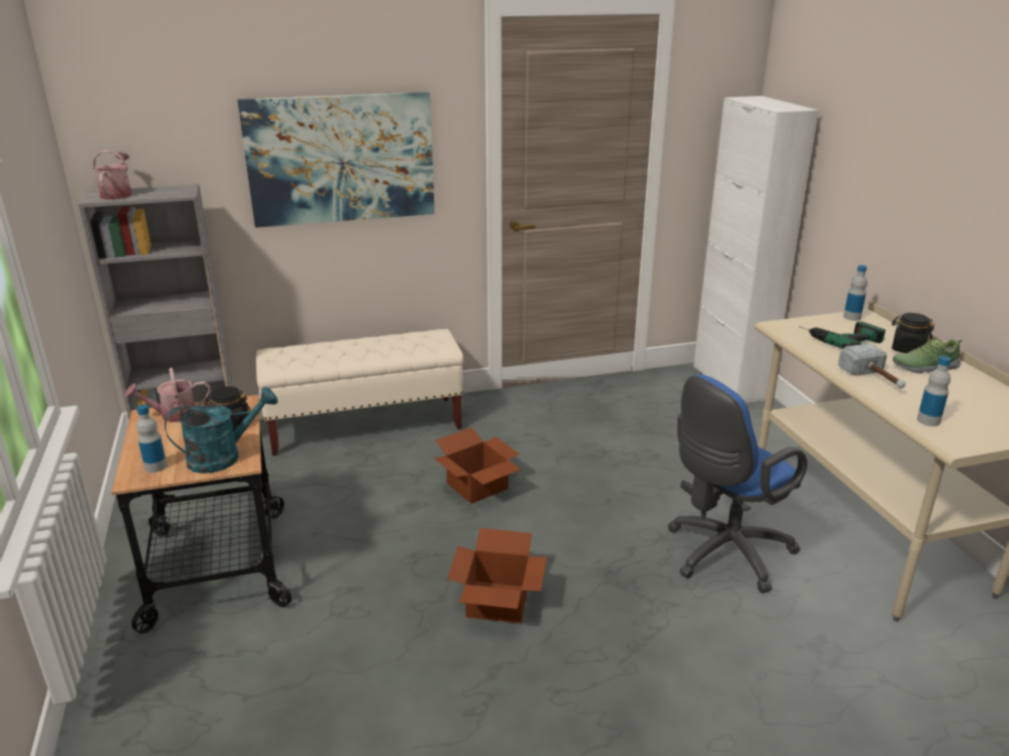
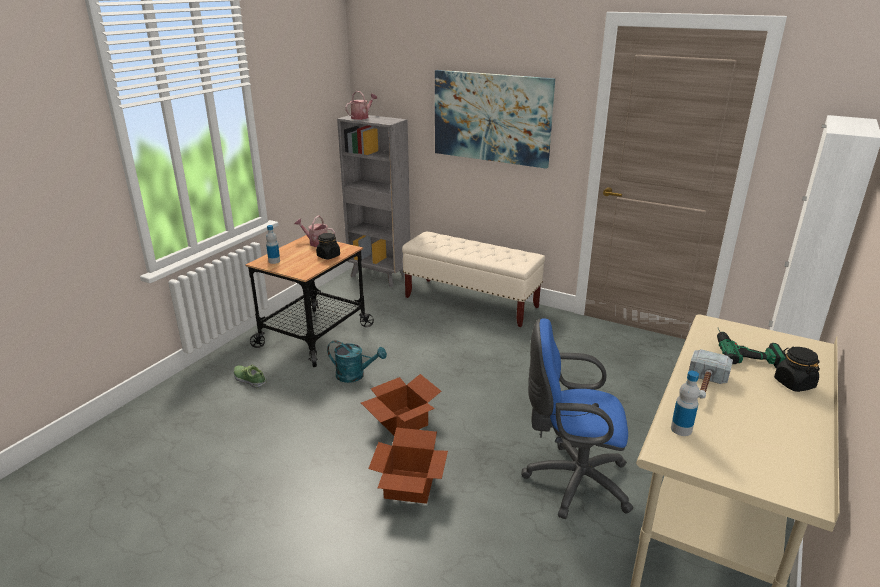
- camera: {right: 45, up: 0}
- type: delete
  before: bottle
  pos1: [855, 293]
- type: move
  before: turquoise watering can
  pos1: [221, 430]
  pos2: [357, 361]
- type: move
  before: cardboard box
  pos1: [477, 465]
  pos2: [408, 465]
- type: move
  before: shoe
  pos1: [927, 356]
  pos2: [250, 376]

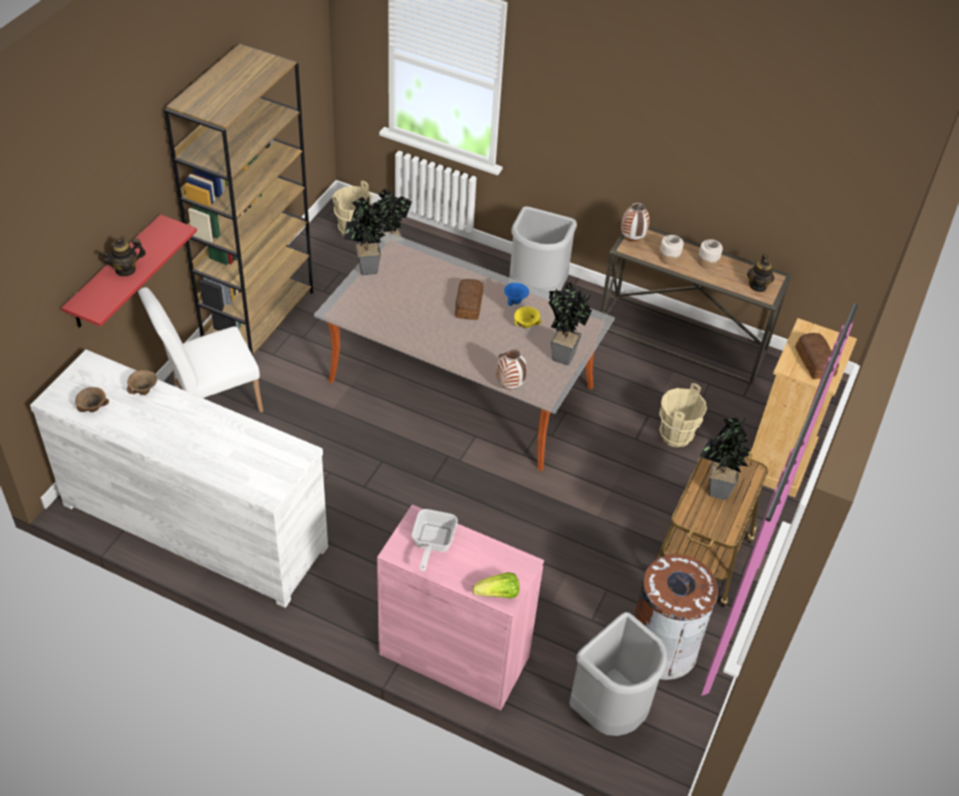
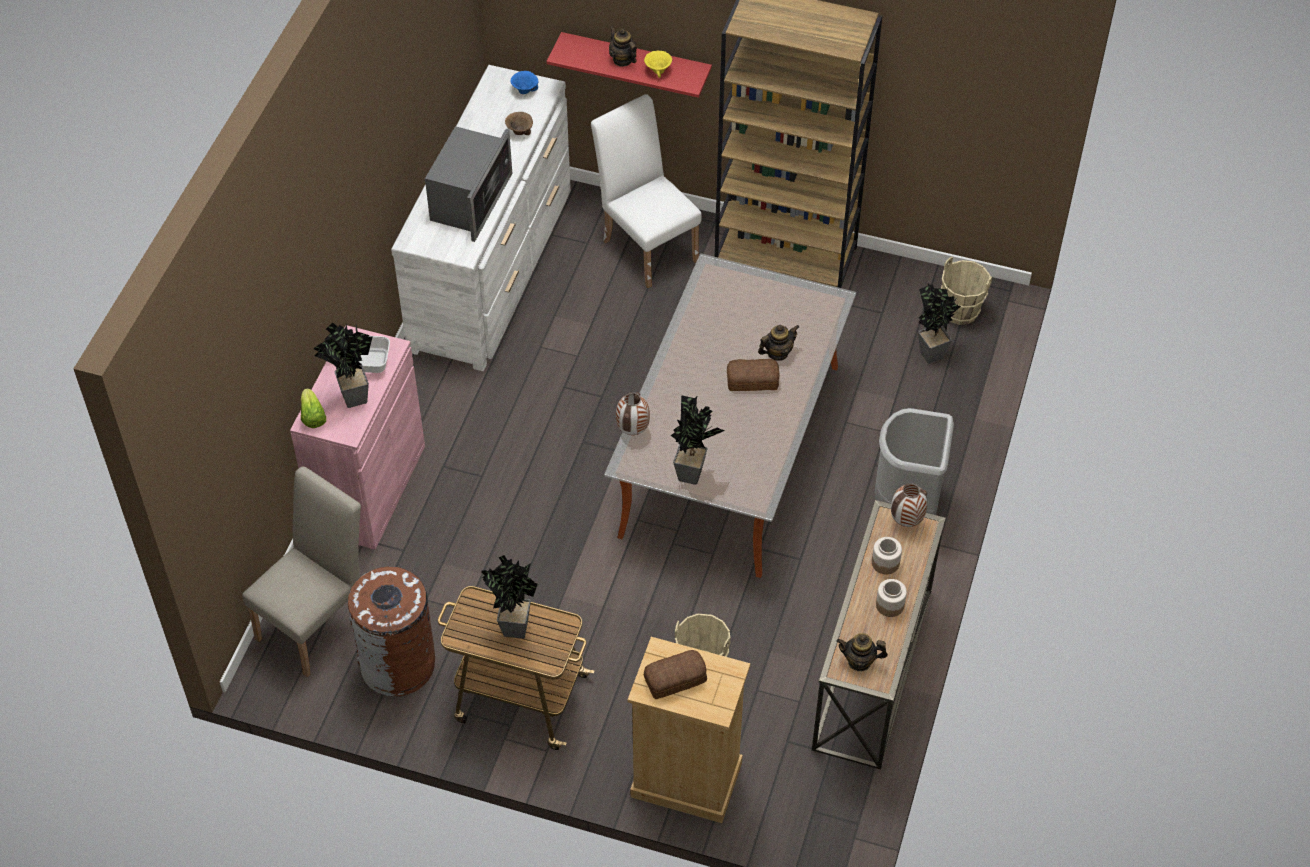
- camera: {right: 85, up: 5}
- type: delete
  before: brown bowl
  pos1: [92, 399]
- type: insert
  after: microwave
  pos2: [468, 184]
- type: insert
  after: teapot
  pos2: [778, 343]
- type: move
  before: potted plant
  pos1: [364, 236]
  pos2: [343, 365]
- type: move
  before: blue bowl
  pos1: [516, 294]
  pos2: [524, 82]
- type: move
  before: yellow bowl
  pos1: [527, 317]
  pos2: [658, 64]
- type: replace
  before: grey trash can
  after: beige chair
  pos1: [618, 674]
  pos2: [301, 572]

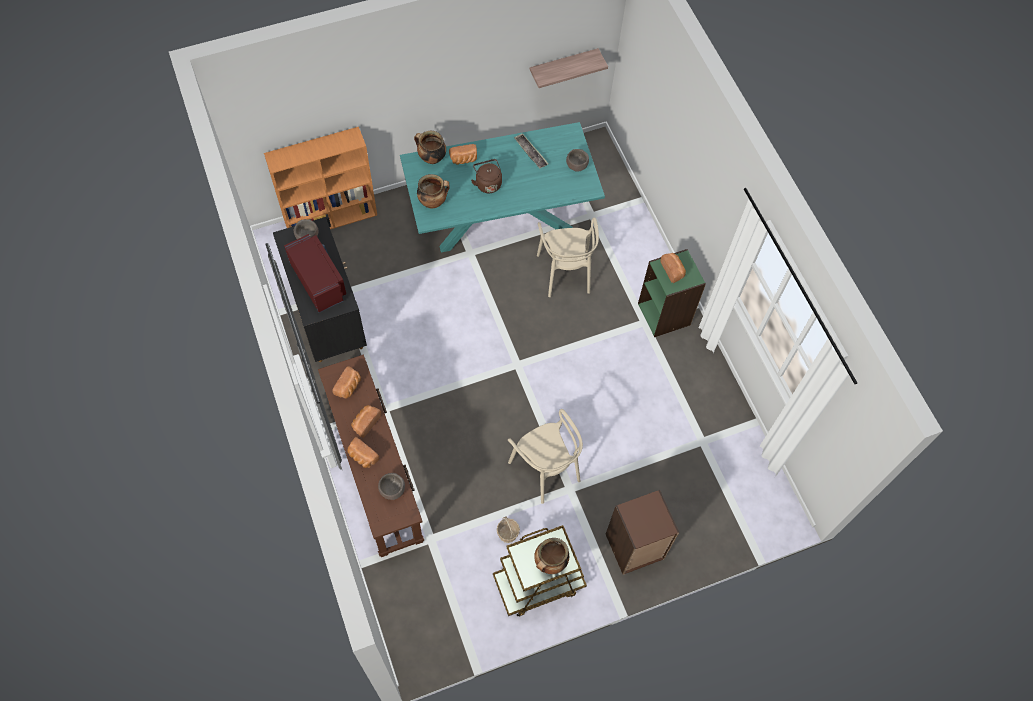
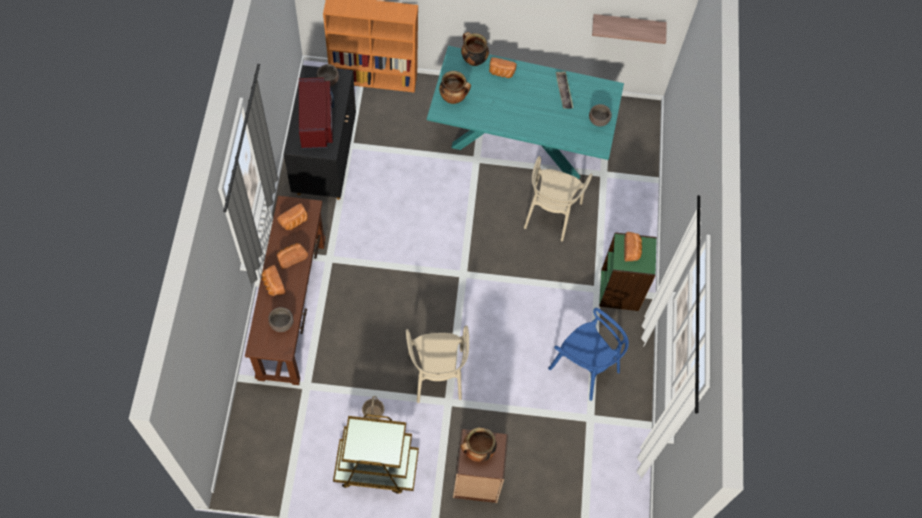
- camera: {right: 25, up: 0}
- type: delete
  before: brown kettle
  pos1: [486, 176]
- type: insert
  after: blue chair
  pos2: [588, 354]
- type: move
  before: cooking pot
  pos1: [551, 556]
  pos2: [479, 444]

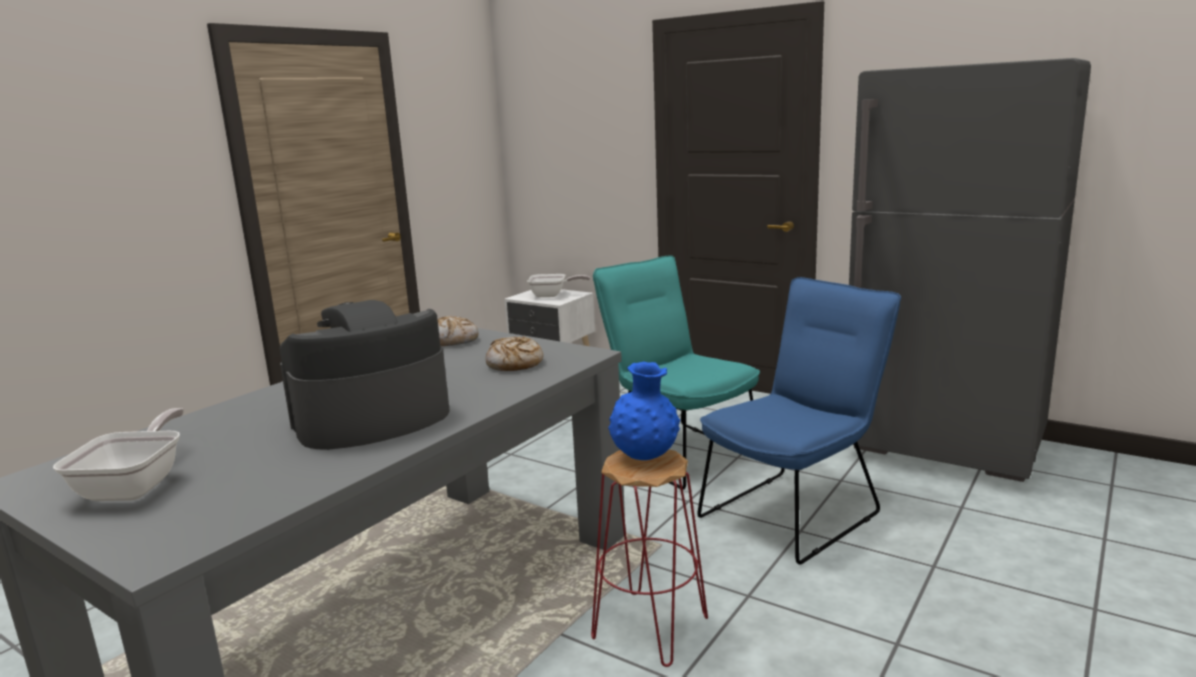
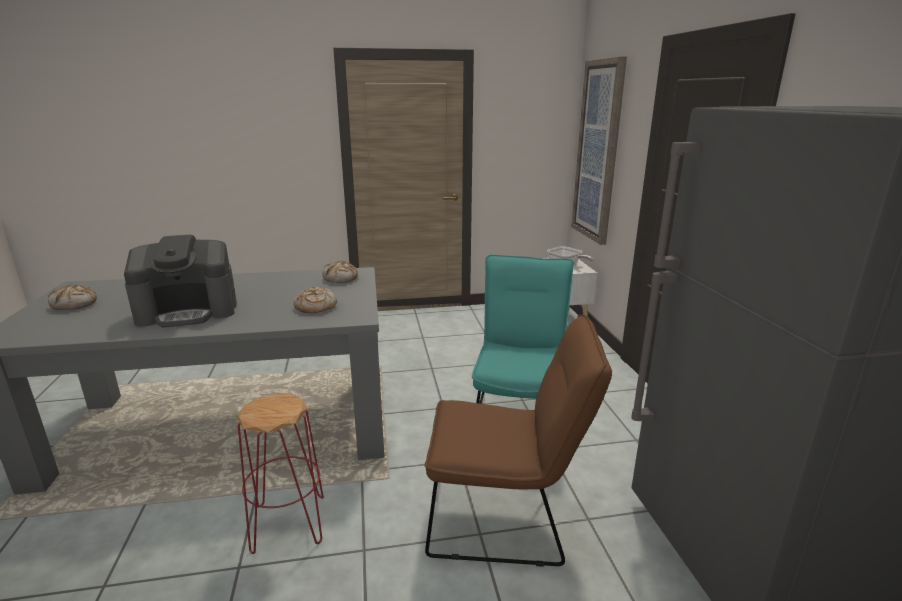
- camera: {right: 45, up: 5}
- type: delete
  before: blue vase
  pos1: [644, 411]
- type: insert
  after: picture
  pos2: [599, 150]
- type: replace
  before: frying pan
  after: bread
  pos1: [118, 454]
  pos2: [72, 297]
- type: recolor
  before: blue chair
  after: brown chair
  pos1: [799, 421]
  pos2: [518, 440]
- type: rotate
  before: coffee machine
  pos1: [365, 375]
  pos2: [180, 281]
  turn: 150

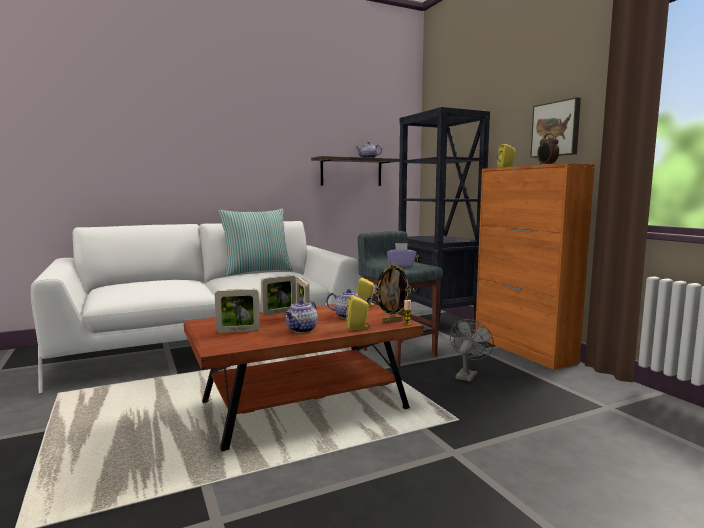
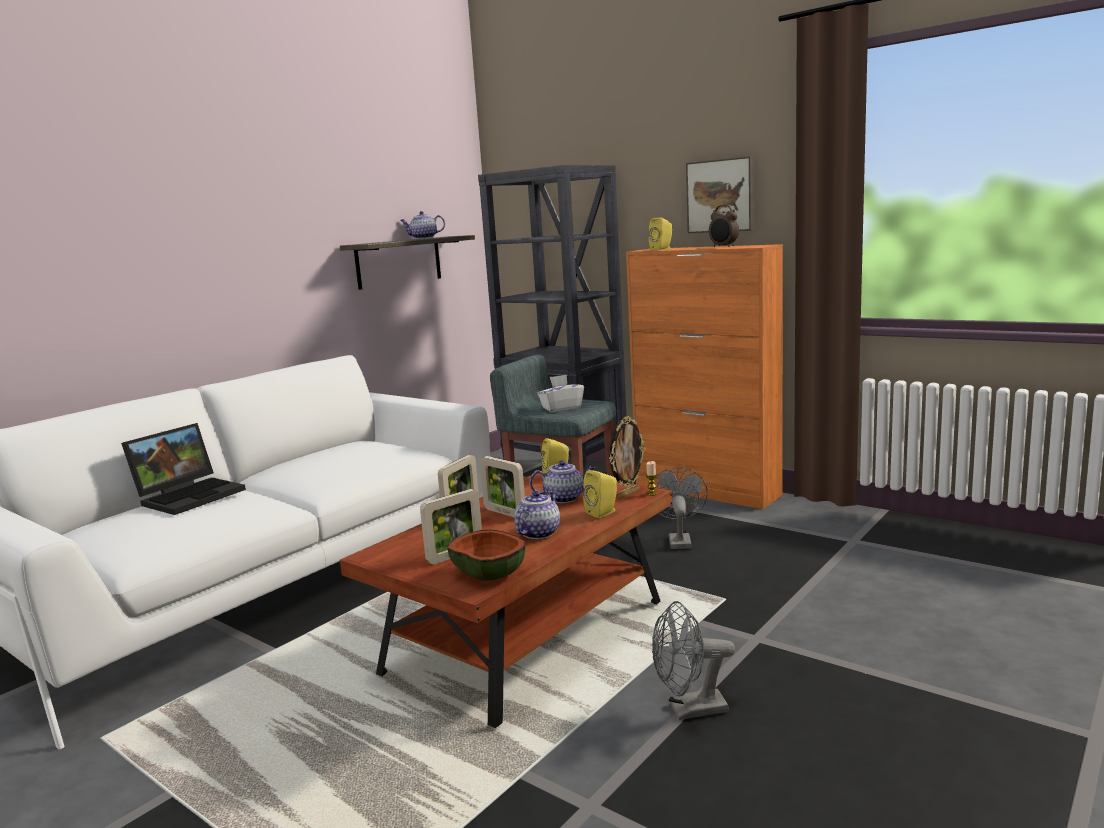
- camera: {right: -25, up: 5}
- type: delete
  before: pillow
  pos1: [256, 242]
- type: insert
  after: laptop
  pos2: [183, 469]
- type: insert
  after: bowl
  pos2: [486, 555]
- type: insert
  after: grey fan
  pos2: [693, 660]
- type: recolor
  before: purple tissue box
  after: white tissue box
  pos1: [401, 255]
  pos2: [561, 393]
- type: rotate
  before: teapot
  pos1: [302, 316]
  pos2: [537, 515]
  turn: -150

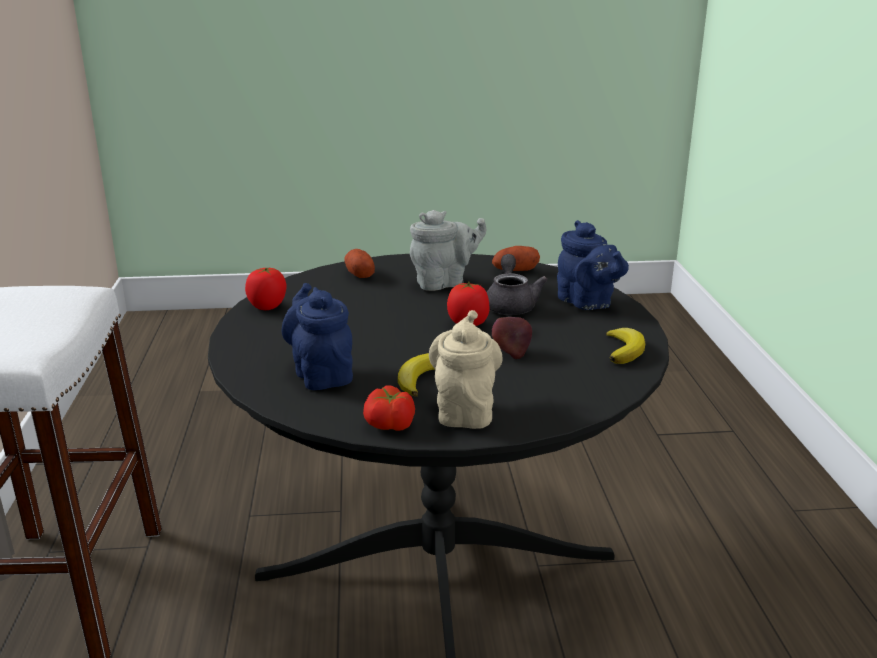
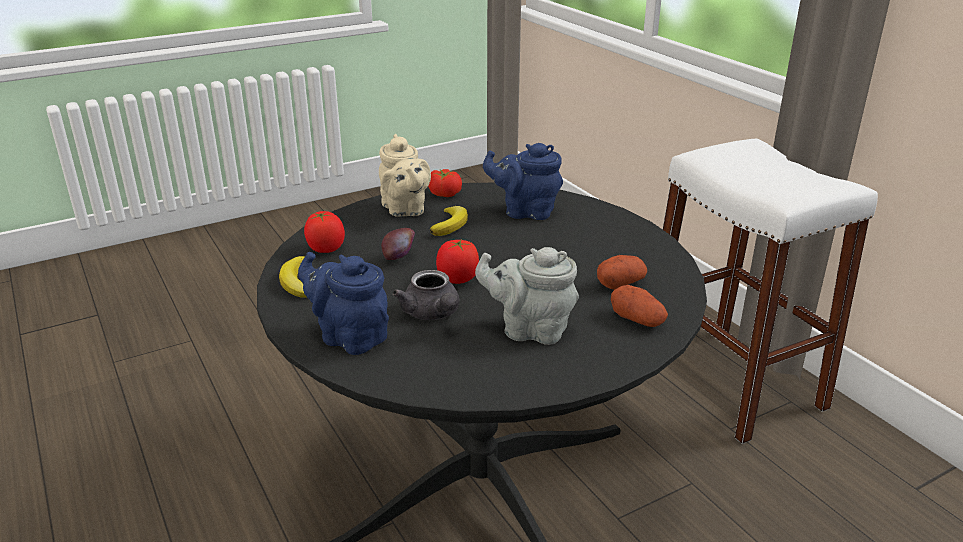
- camera: {right: 155, up: 5}
- type: move
  before: tomato
  pos1: [266, 289]
  pos2: [324, 232]
- type: move
  before: potato
  pos1: [516, 258]
  pos2: [622, 272]
- type: rotate
  before: blue teapot
  pos1: [317, 336]
  pos2: [523, 181]
  turn: 150
- type: rotate
  before: grey teapot
  pos1: [448, 250]
  pos2: [527, 296]
  turn: 60

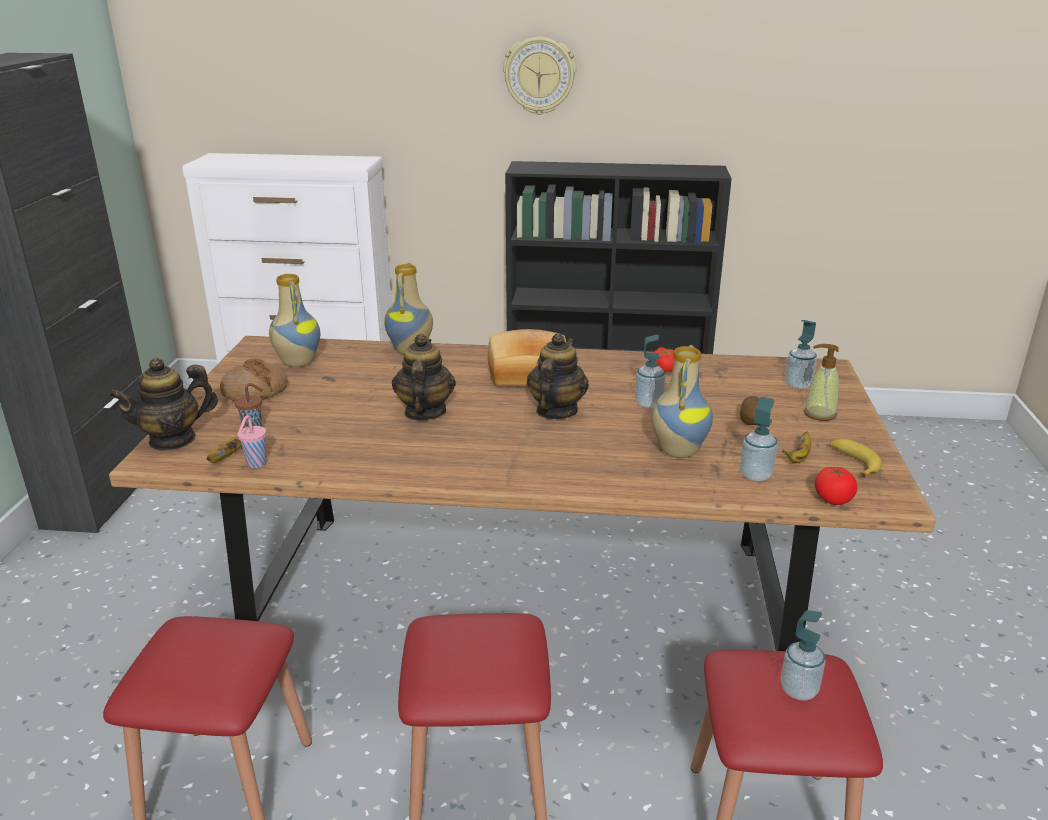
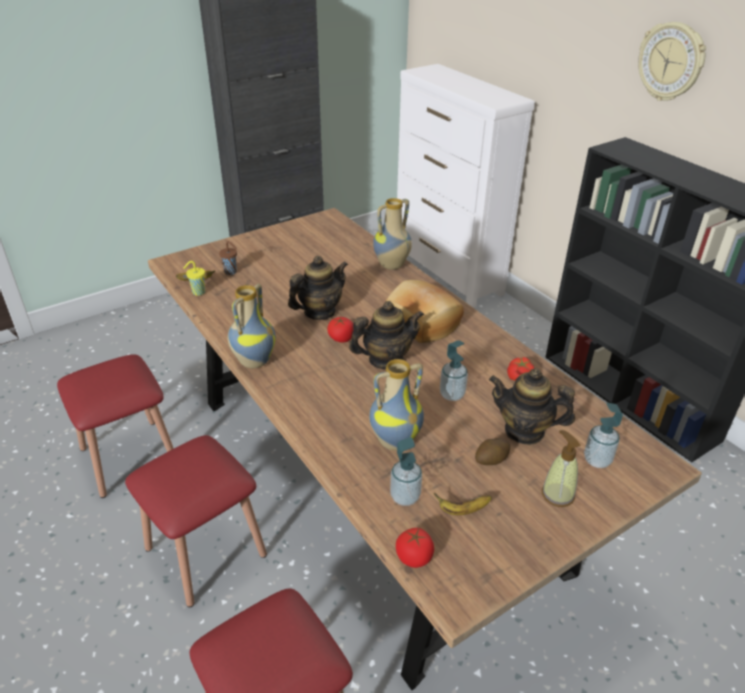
- camera: {right: 50, up: 10}
- type: delete
  before: bread
  pos1: [254, 380]
- type: delete
  before: soap dispenser
  pos1: [803, 655]
- type: delete
  before: banana
  pos1: [856, 458]
- type: insert
  after: tomato
  pos2: [340, 330]
- type: move
  before: teapot
  pos1: [163, 404]
  pos2: [532, 406]
- type: move
  before: vase
  pos1: [294, 320]
  pos2: [252, 326]
- type: recolor
  before: pink cup
  after: yellow cup
  pos1: [251, 441]
  pos2: [194, 278]

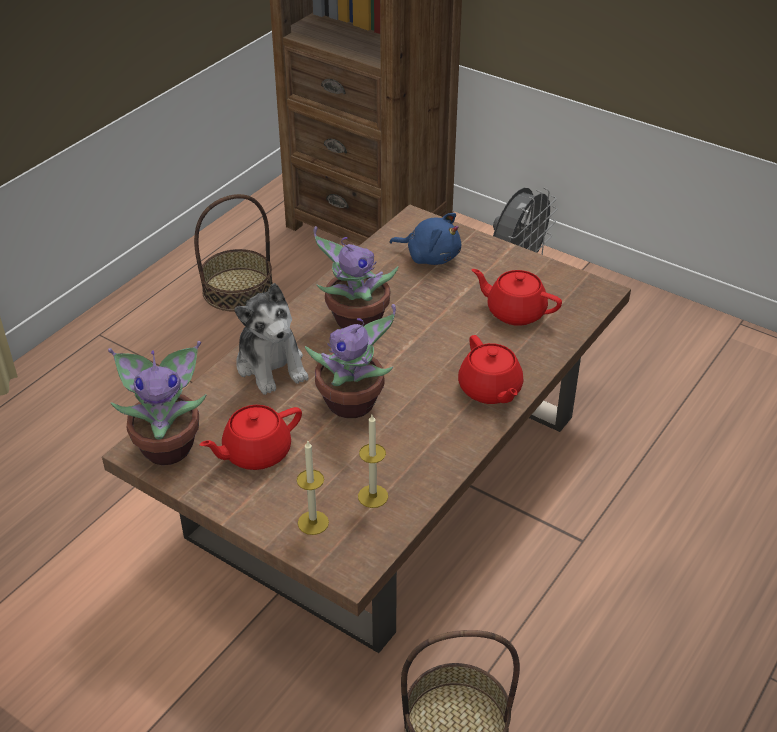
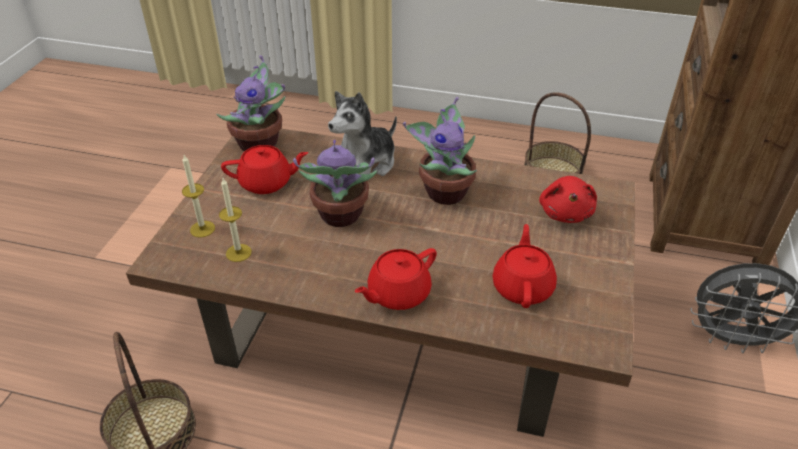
- camera: {right: 70, up: 0}
- type: recolor
  before: blue plush toy
  after: red plush toy
  pos1: [425, 239]
  pos2: [568, 199]
- type: rotate
  before: red teapot
  pos1: [251, 437]
  pos2: [264, 169]
  turn: 135

